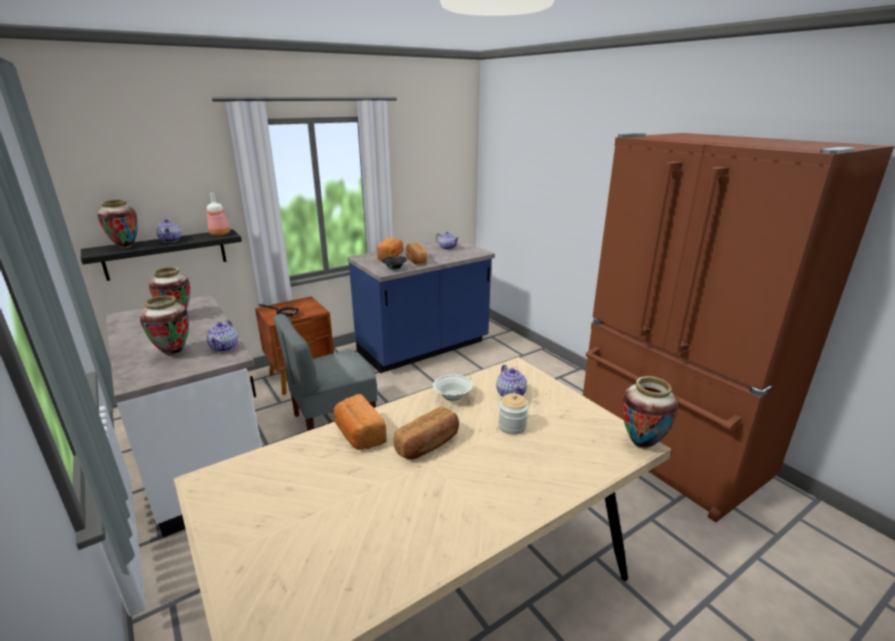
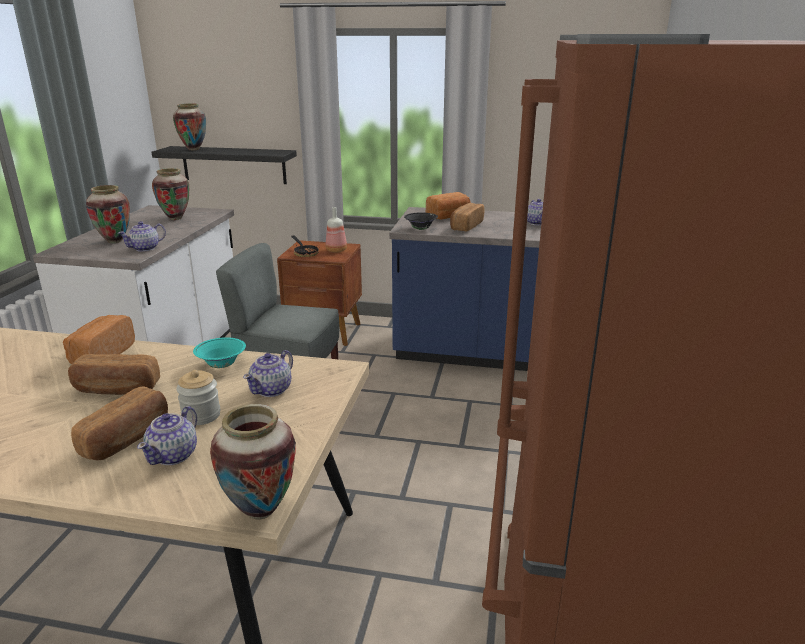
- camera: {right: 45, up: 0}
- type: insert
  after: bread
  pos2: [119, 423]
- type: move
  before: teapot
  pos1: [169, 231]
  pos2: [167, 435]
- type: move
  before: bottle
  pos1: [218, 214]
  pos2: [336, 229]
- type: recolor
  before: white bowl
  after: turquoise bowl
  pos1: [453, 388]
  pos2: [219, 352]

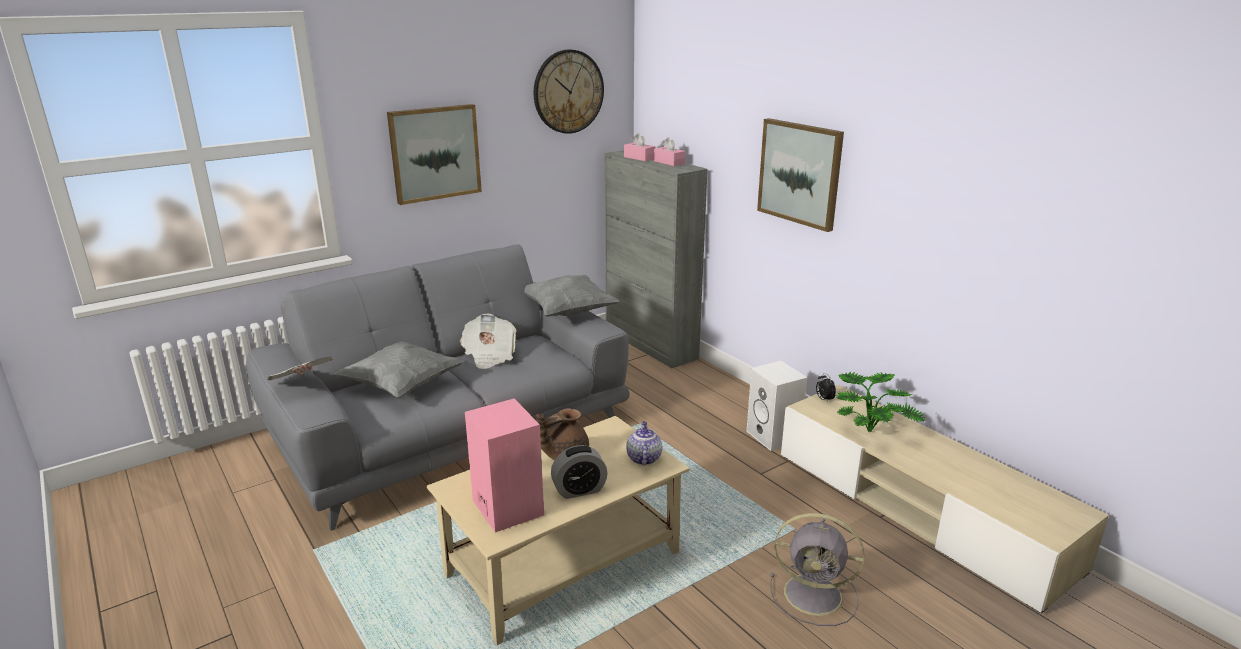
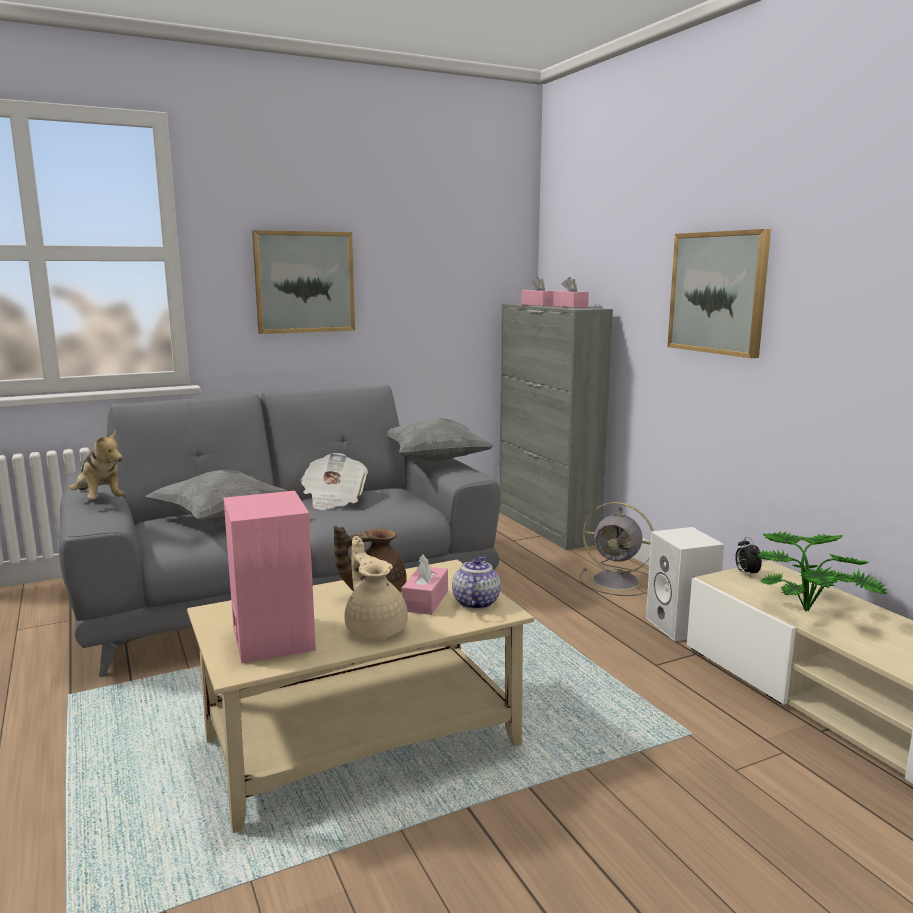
- camera: {right: 10, up: -10}
- type: delete
  before: wall clock
  pos1: [568, 91]
- type: insert
  after: pink tissue box
  pos2: [425, 584]
- type: move
  before: grey fan
  pos1: [817, 569]
  pos2: [617, 549]
- type: replace
  before: newspaper
  after: plush toy
  pos1: [300, 368]
  pos2: [96, 465]
- type: replace
  before: alarm clock
  after: beige teapot
  pos1: [579, 472]
  pos2: [376, 587]

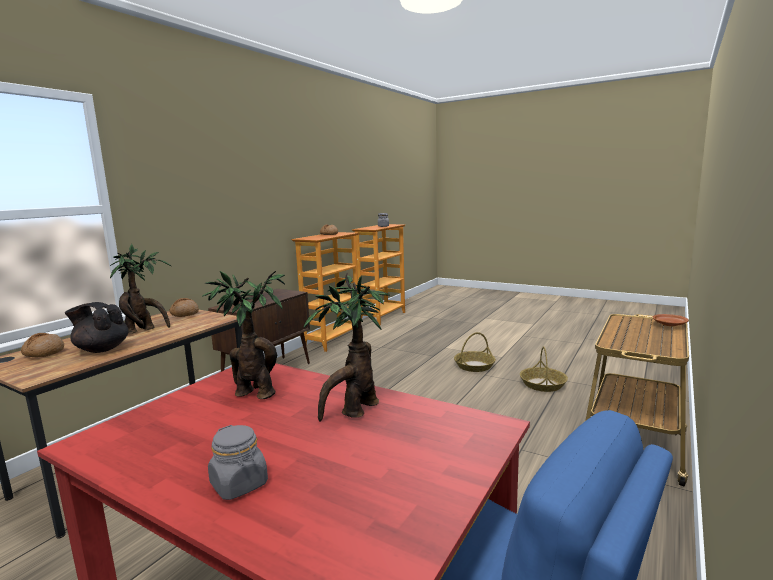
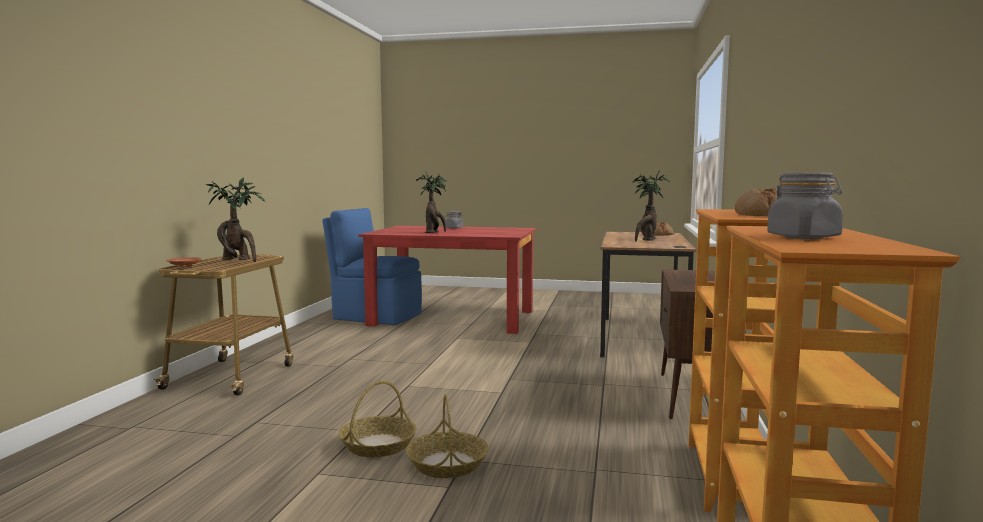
- camera: {right: 160, up: -5}
- type: delete
  before: black teapot
  pos1: [97, 327]
- type: delete
  before: bread
  pos1: [184, 307]
- type: move
  before: potted plant
  pos1: [243, 335]
  pos2: [235, 219]
- type: move
  before: basket
  pos1: [544, 369]
  pos2: [447, 436]

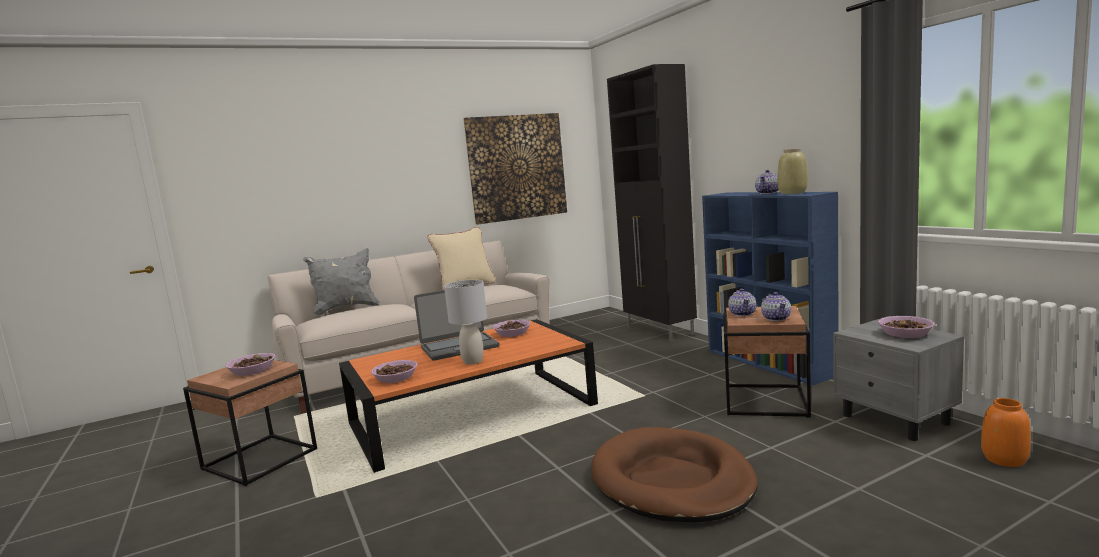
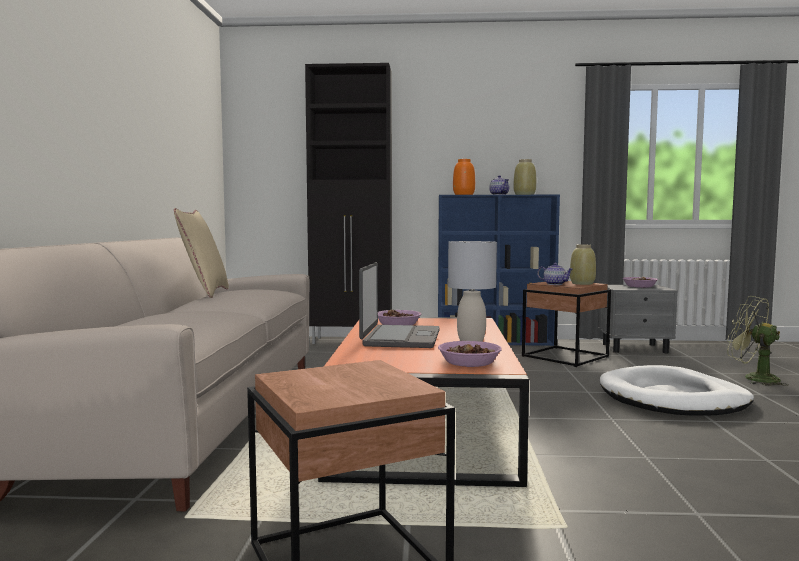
- camera: {right: -60, up: -5}
- type: delete
  before: bowl
  pos1: [250, 364]
- type: delete
  before: grey pillow
  pos1: [341, 282]
- type: delete
  before: picture
  pos1: [515, 169]
- type: insert
  after: green fan
  pos2: [758, 341]
- type: move
  before: orange vase
  pos1: [1006, 432]
  pos2: [464, 177]
- type: replace
  before: teapot
  after: beige vase
  pos1: [776, 306]
  pos2: [583, 265]
- type: recolor
  before: brown dog bed
  after: white dog bed
  pos1: [674, 475]
  pos2: [677, 390]

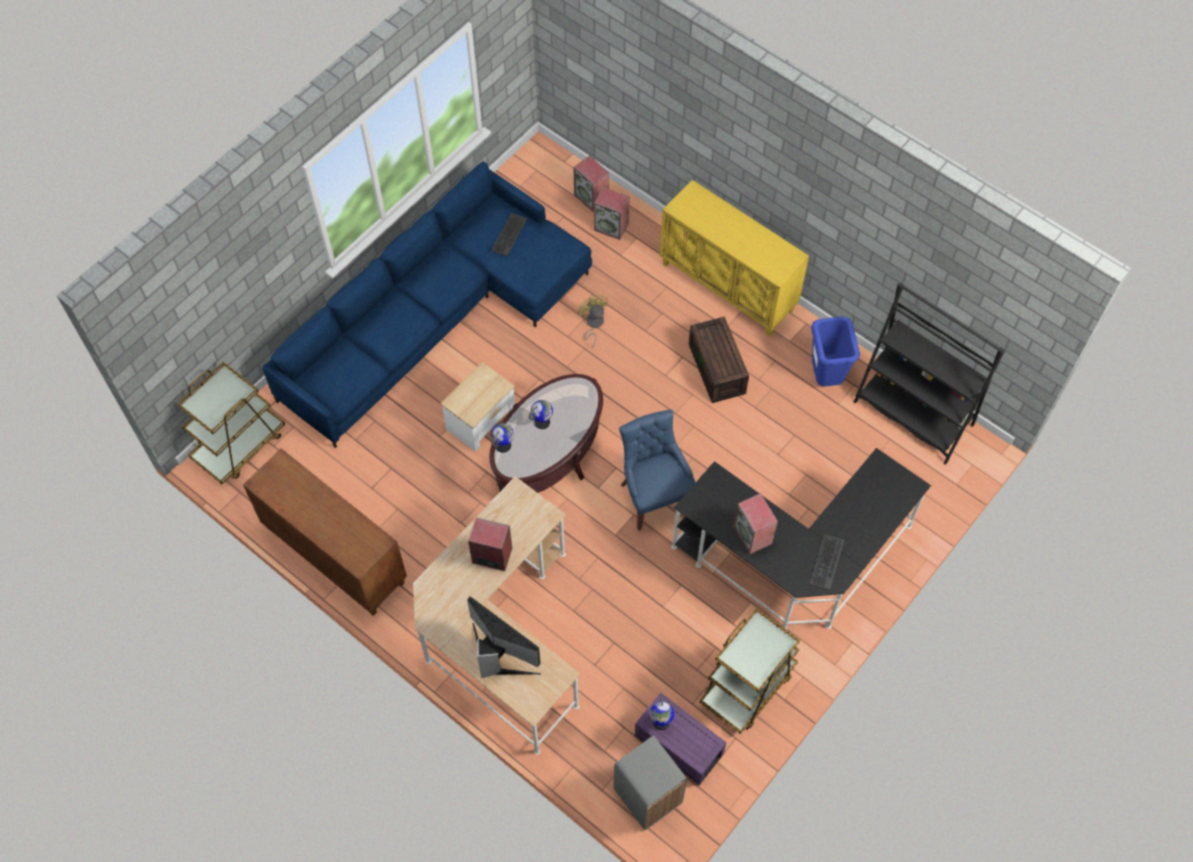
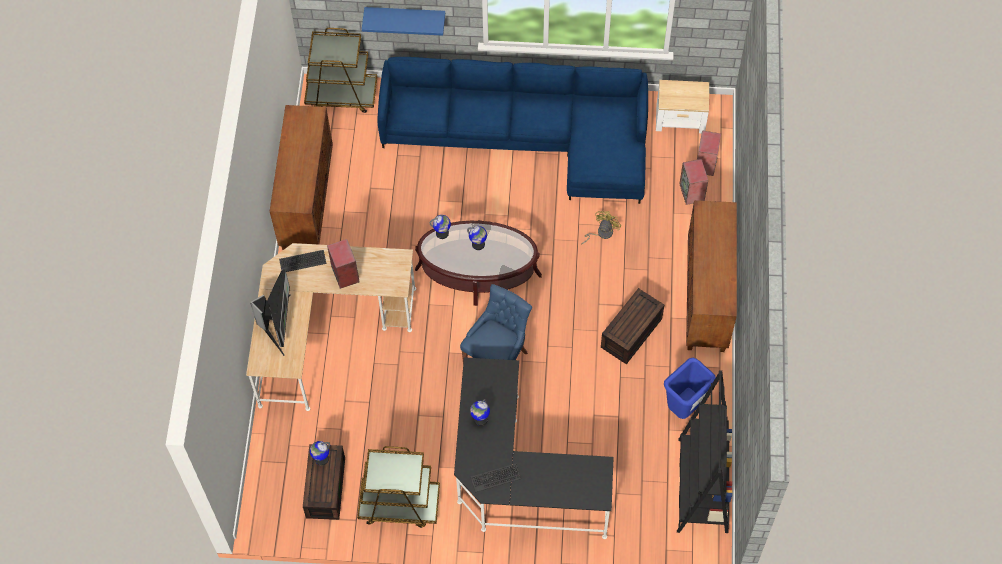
- camera: {right: 55, up: 0}
- type: delete
  before: grey trash can
  pos1: [650, 783]
- type: insert
  after: blue shelf
  pos2: [403, 21]
- type: move
  before: side table
  pos1: [478, 407]
  pos2: [682, 106]
- type: move
  before: keyboard
  pos1: [509, 234]
  pos2: [302, 261]
- type: replace
  before: speaker
  after: globe
  pos1: [755, 524]
  pos2: [480, 412]
- type: recolor
  before: purple storage box
  after: brown storage box
  pos1: [681, 739]
  pos2: [324, 482]
- type: recolor
  before: yellow cabinet
  after: brown cabinet
  pos1: [734, 258]
  pos2: [711, 276]

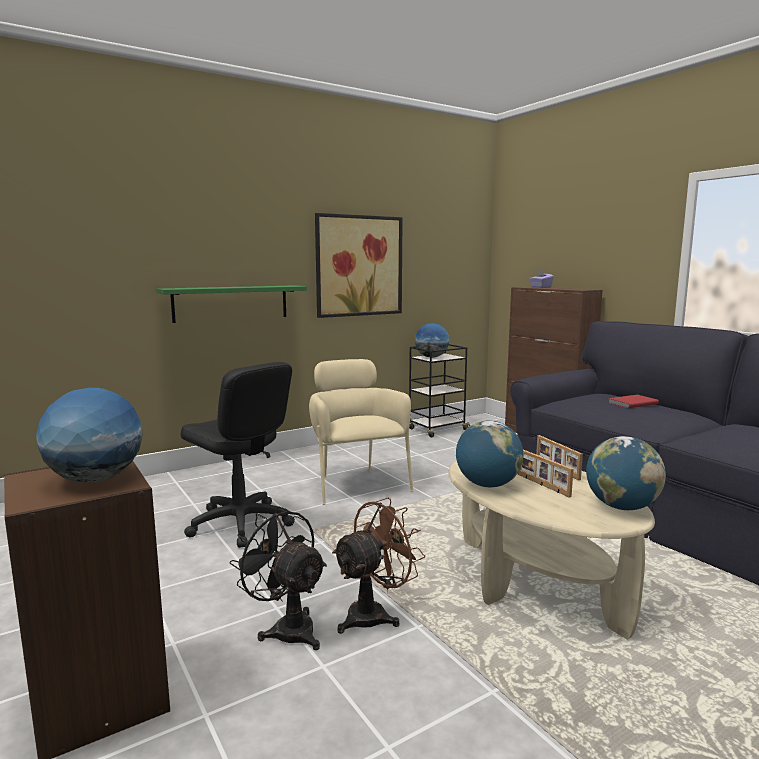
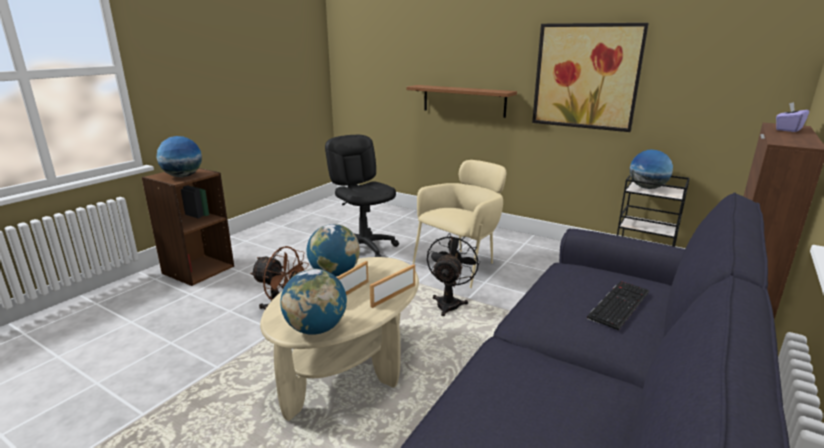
- camera: {right: 65, up: 10}
- type: move
  before: black fan
  pos1: [278, 578]
  pos2: [453, 274]
- type: replace
  before: red book
  after: keyboard
  pos1: [633, 401]
  pos2: [618, 305]
- type: recolor
  before: green shelf
  after: brown shelf
  pos1: [231, 304]
  pos2: [461, 101]
- type: rotate
  before: black office chair
  pos1: [238, 455]
  pos2: [362, 196]
  turn: 135

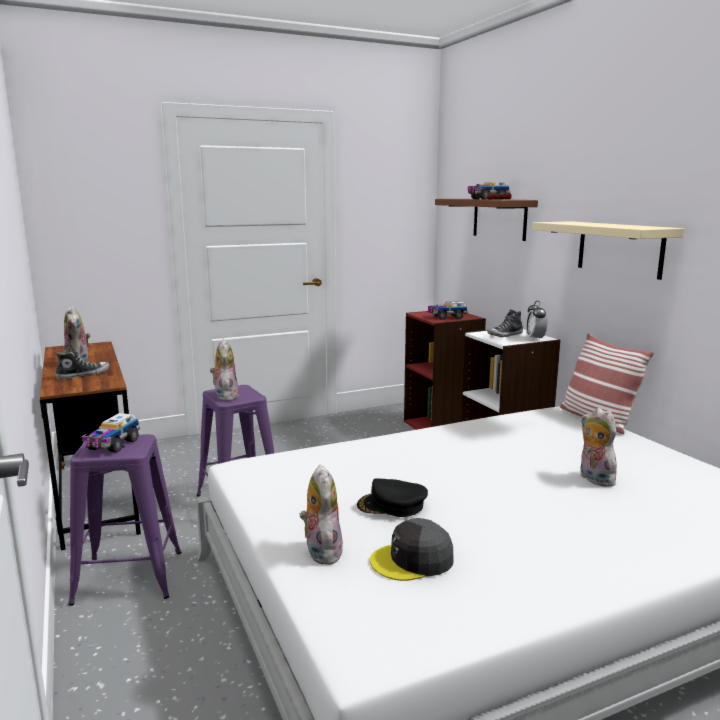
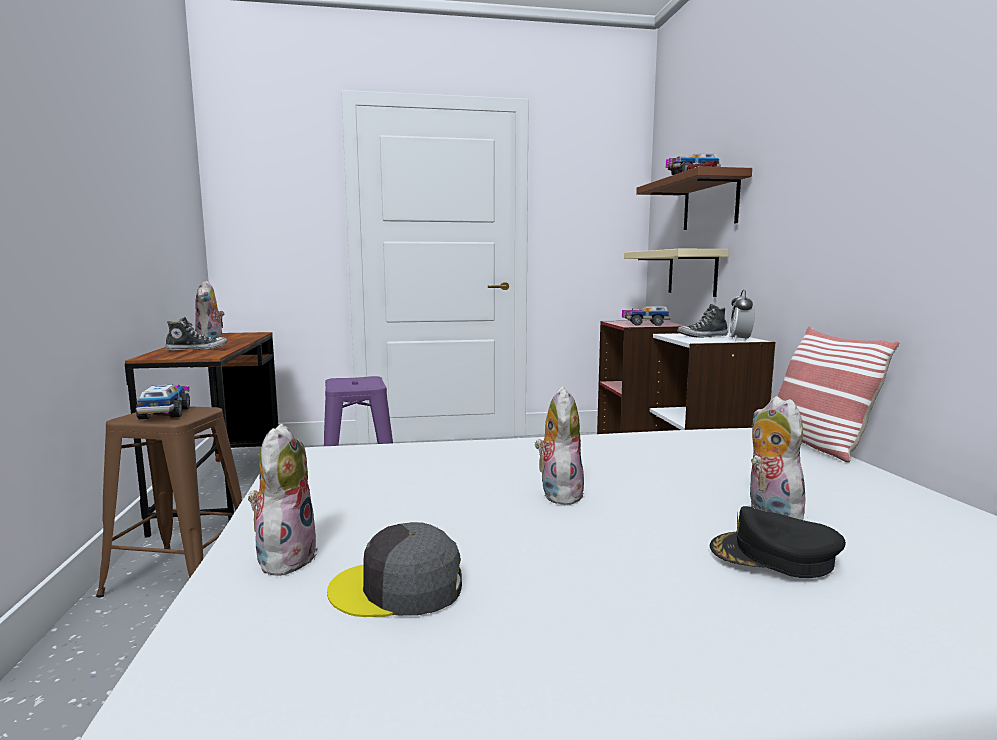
- camera: {right: 15, up: -5}
- type: move
  before: plush toy
  pos1: [224, 369]
  pos2: [559, 445]
- type: move
  before: black cap
  pos1: [392, 497]
  pos2: [778, 542]
- type: move
  before: beige shelf
  pos1: [608, 250]
  pos2: [676, 273]
- type: recolor
  before: purple stool
  after: brown stool
  pos1: [124, 520]
  pos2: [169, 501]
- type: rotate
  before: toy truck
  pos1: [110, 433]
  pos2: [163, 401]
  turn: 135

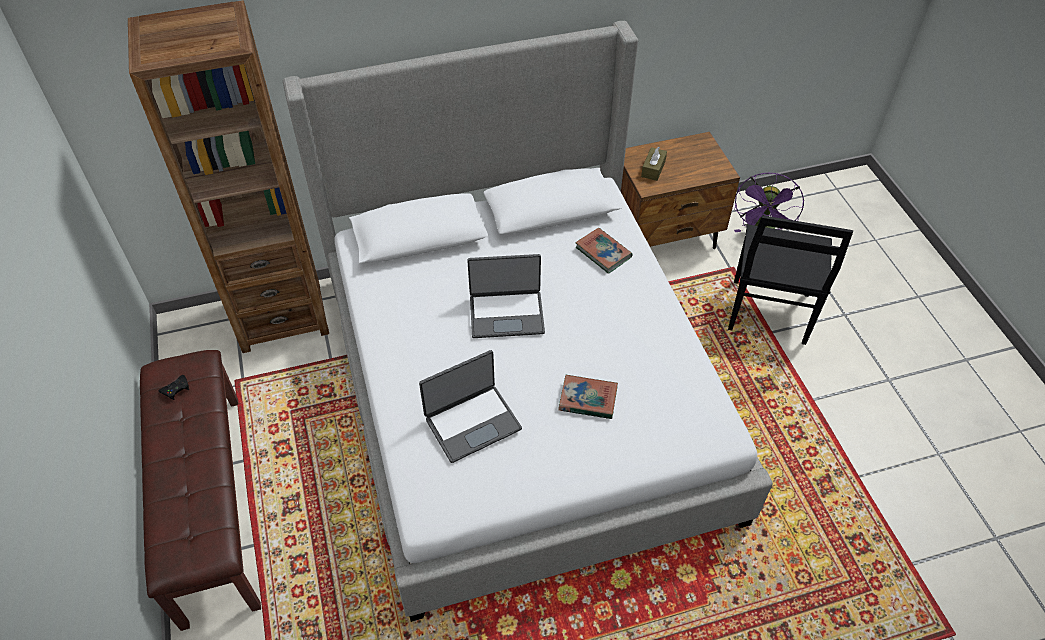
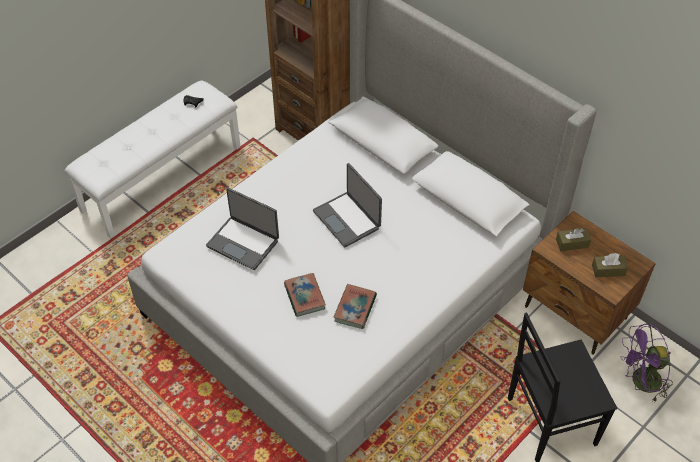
- camera: {right: 60, up: 0}
- type: insert
  after: brown tissue box
  pos2: [610, 265]
- type: move
  before: book
  pos1: [604, 251]
  pos2: [355, 306]
- type: recolor
  before: brown bench
  after: white bench
  pos1: [200, 490]
  pos2: [152, 159]

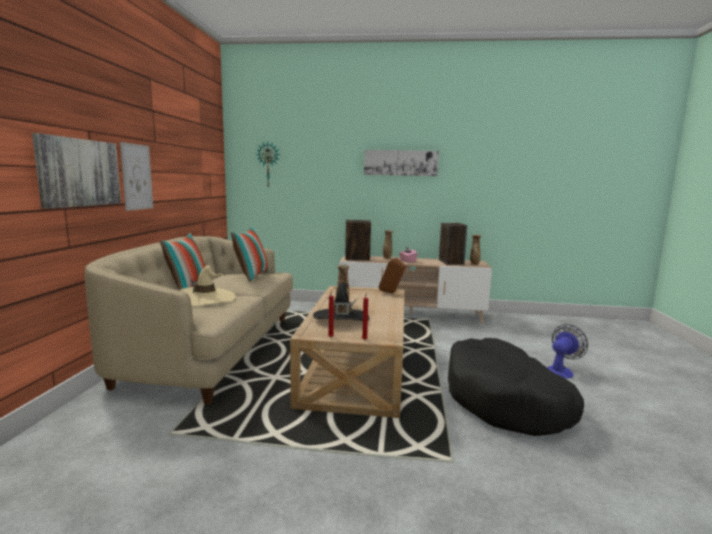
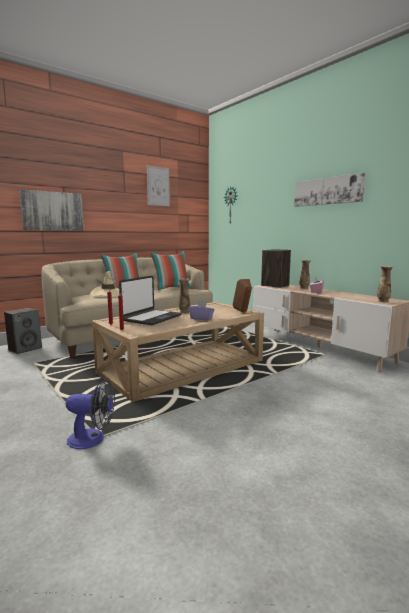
- camera: {right: 45, up: 0}
- type: delete
  before: black dog bed
  pos1: [516, 387]
- type: insert
  after: purple tissue box
  pos2: [201, 310]
- type: move
  before: picture
  pos1: [136, 176]
  pos2: [158, 185]
- type: move
  before: speaker
  pos1: [453, 244]
  pos2: [23, 331]
- type: move
  before: fan
  pos1: [567, 351]
  pos2: [90, 414]
- type: replace
  before: black hat
  after: laptop
  pos1: [341, 302]
  pos2: [150, 300]

